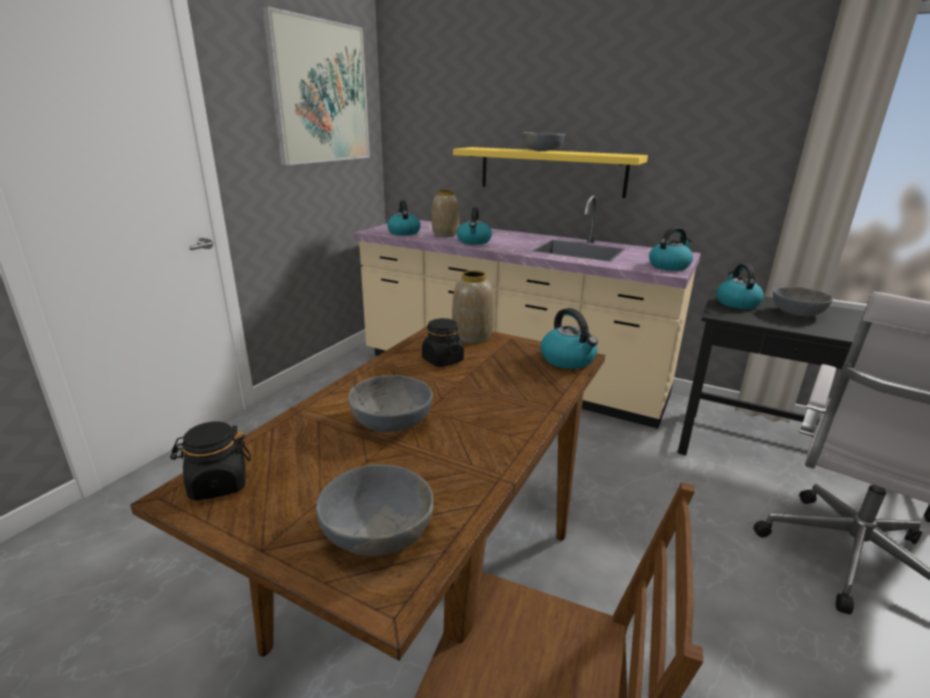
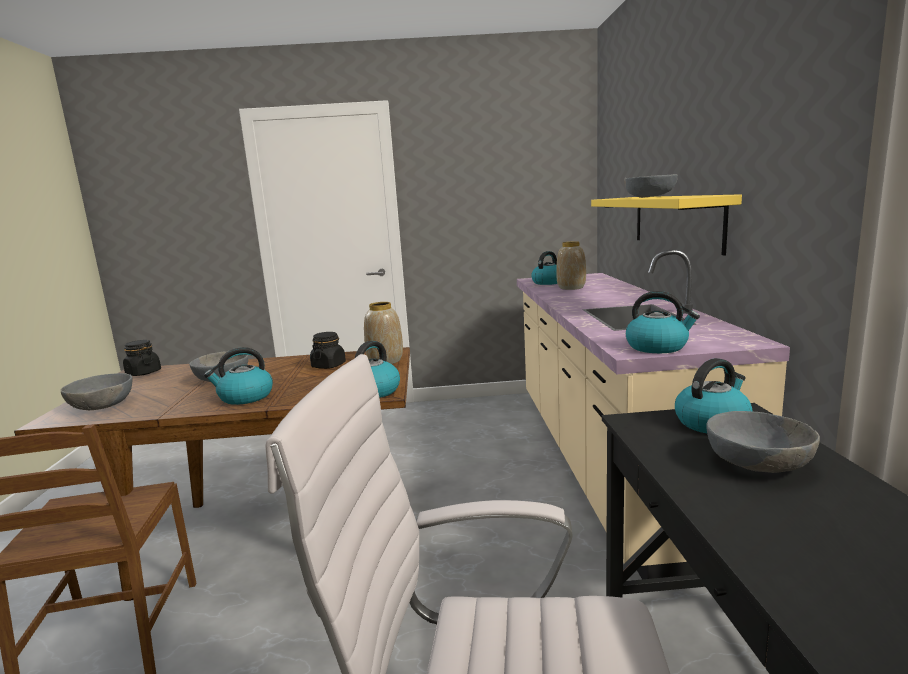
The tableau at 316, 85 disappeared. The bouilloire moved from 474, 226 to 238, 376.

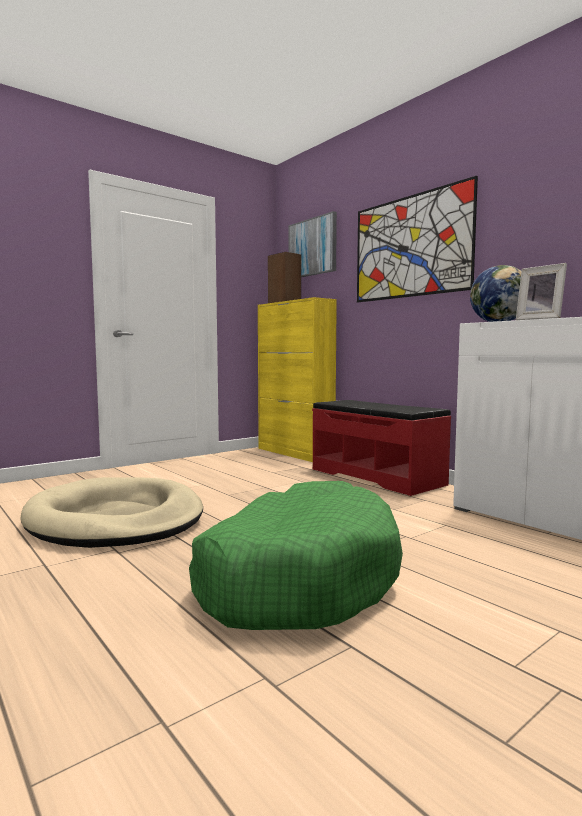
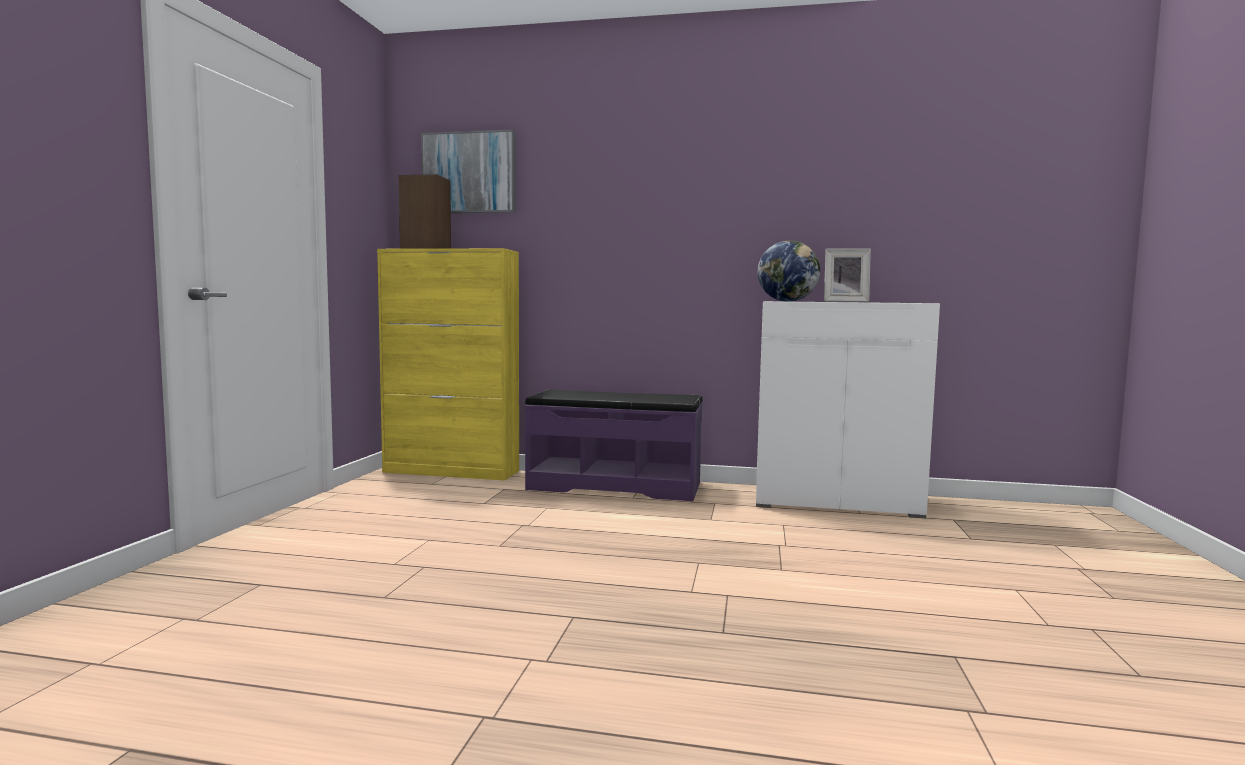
The panier pour chien/beige at 111, 512 disappeared. The panier pour chien/vert at 296, 555 disappeared. The banc/rouge at 381, 448 became the banc/violet at 613, 445. The tableau at 417, 239 disappeared.

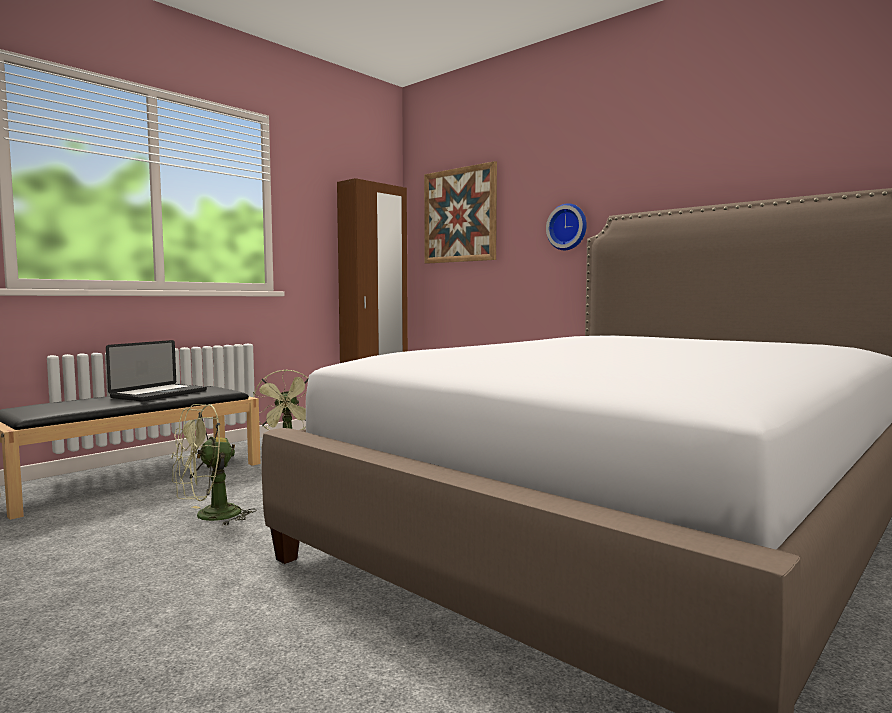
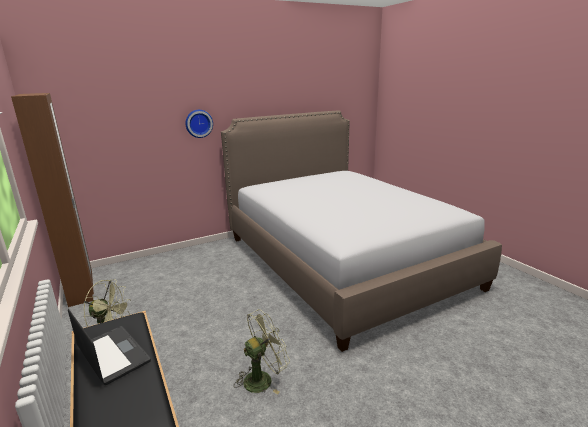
The ventilateur/vert at 214, 465 turned 105 degrees counterclockwise. The tableau at 460, 212 disappeared.

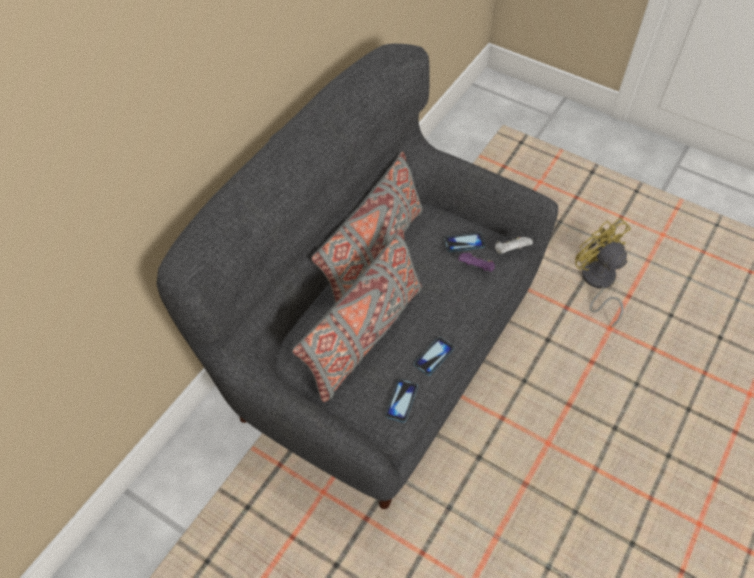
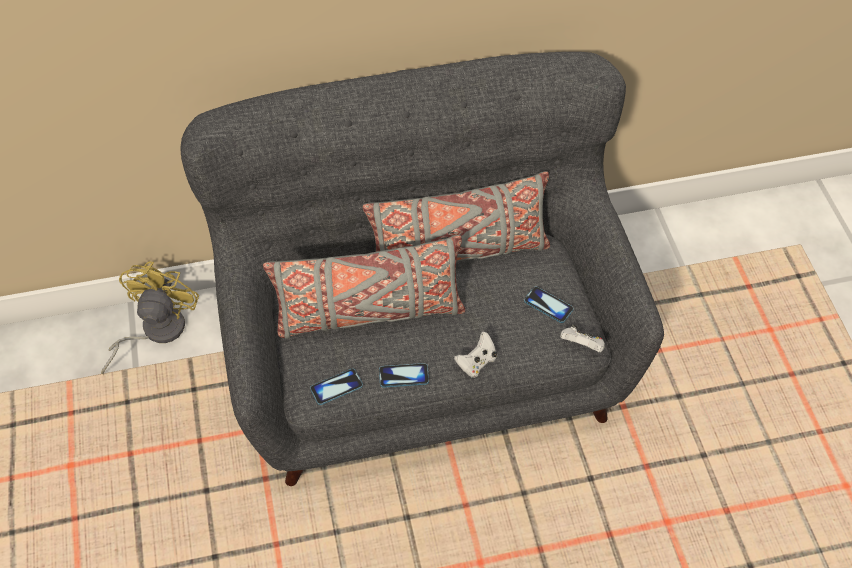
The manette/violet at 476, 261 disappeared. The ventilateur/jaune moved from 603, 273 to 150, 318. The manette/blanc at 475, 355 appeared.

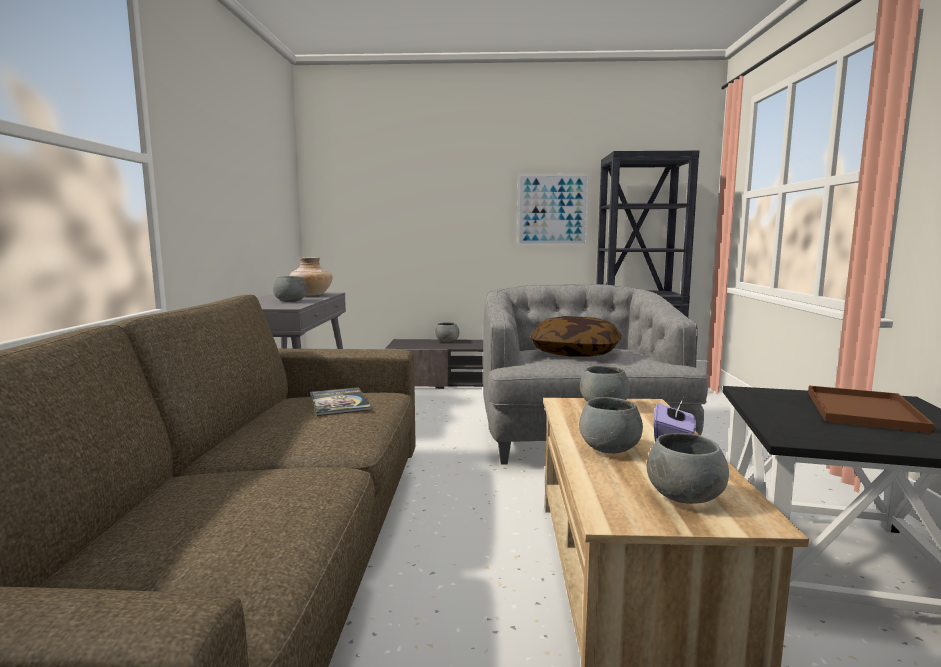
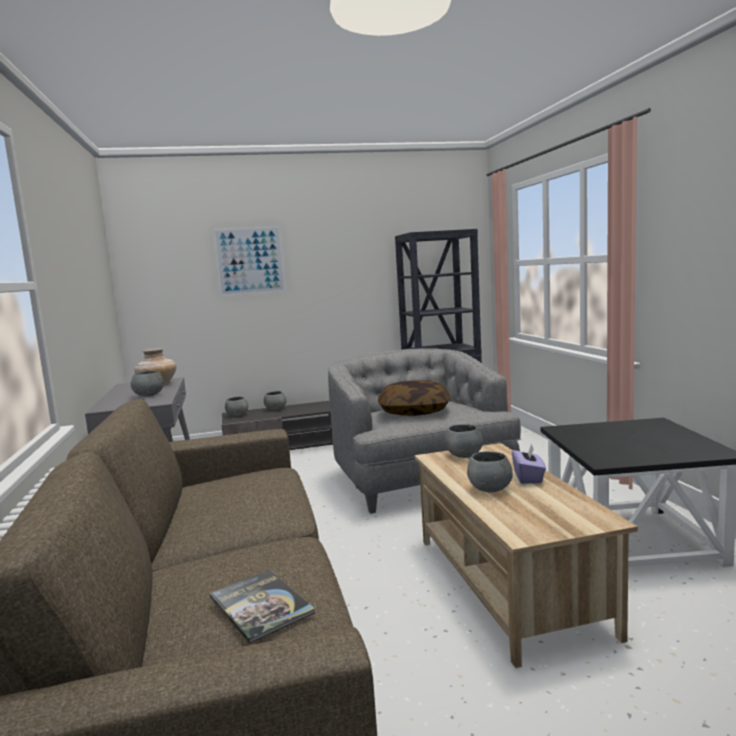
The livre moved from 340, 401 to 262, 606. The tableau moved from 553, 209 to 249, 261. The bol/gris moved from 688, 468 to 236, 406. The plateau/marron at 871, 409 disappeared.

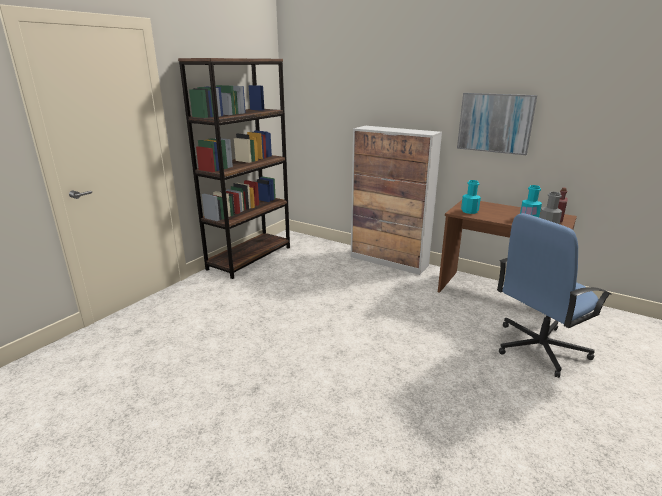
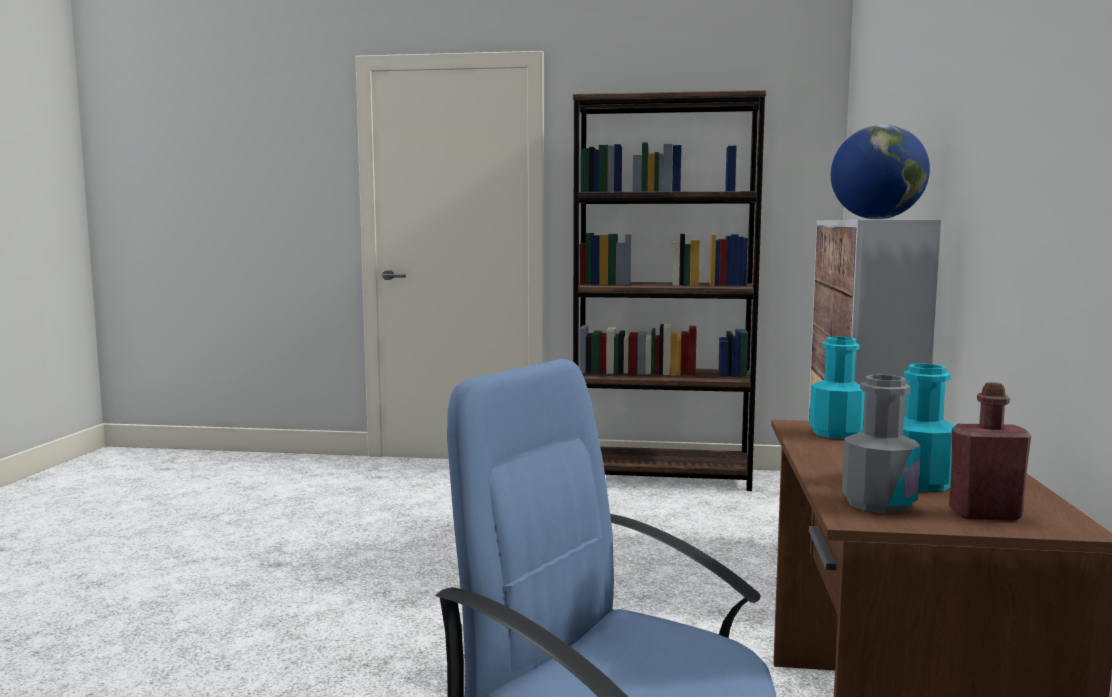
The tableau at 497, 124 disappeared. The globe at 880, 171 appeared.

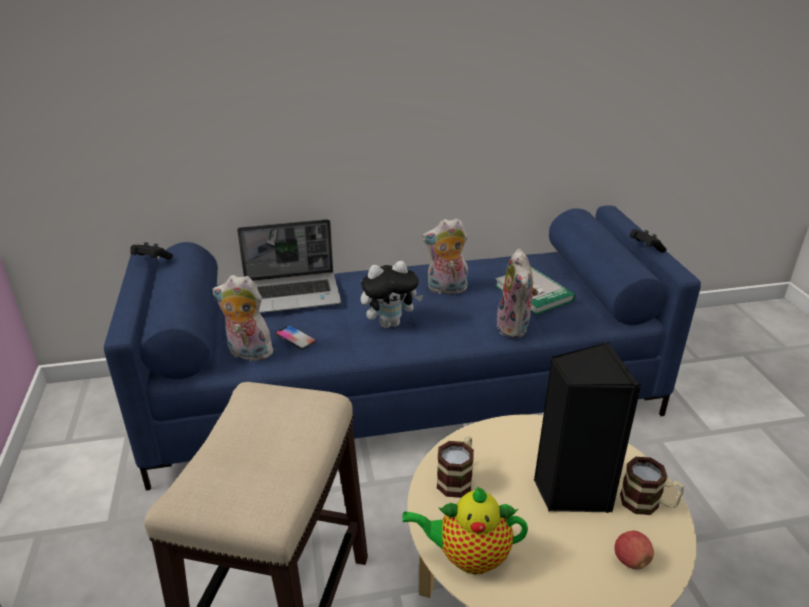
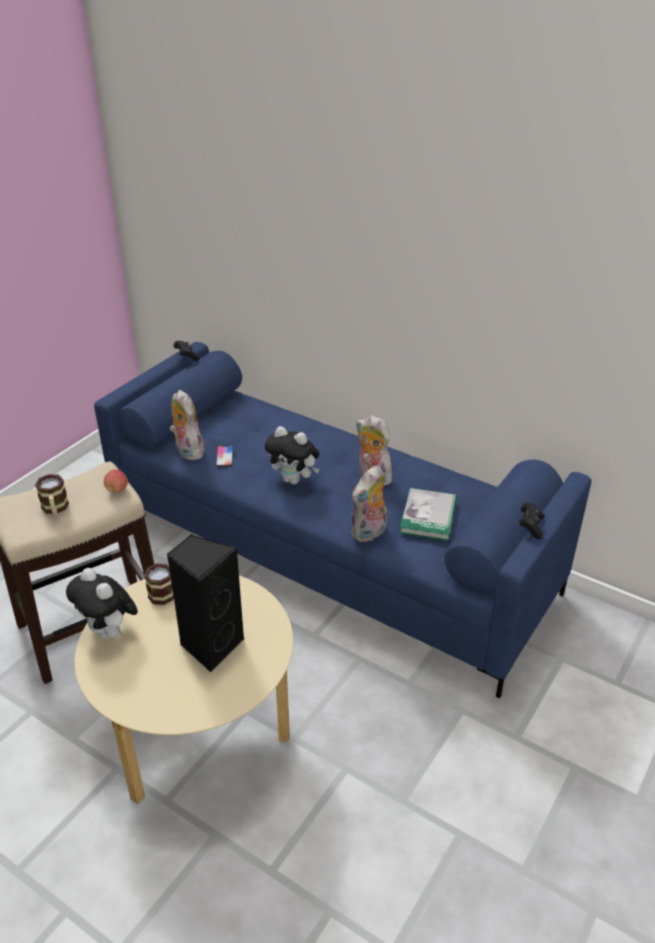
The ordinateur portable at 289, 266 disappeared. The théière at 465, 530 was replaced by the peluche at 102, 603. The pomme moved from 634, 550 to 116, 481. The mug moved from 652, 486 to 52, 494.

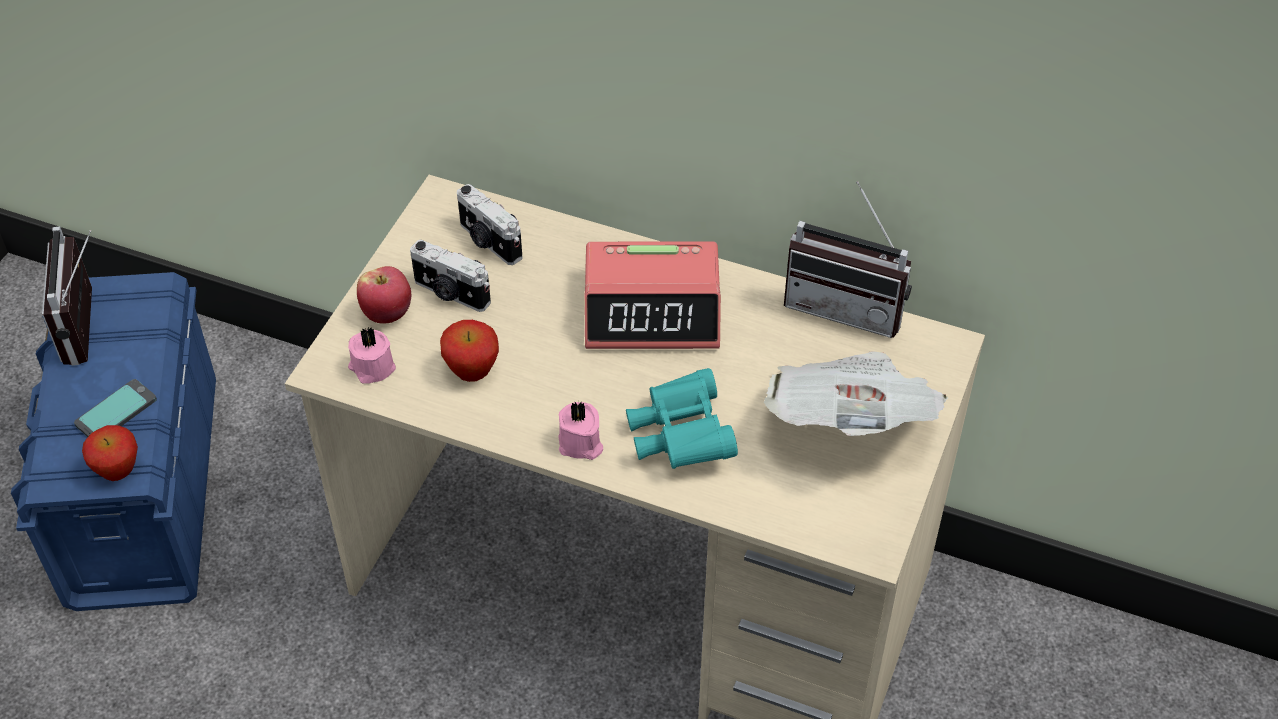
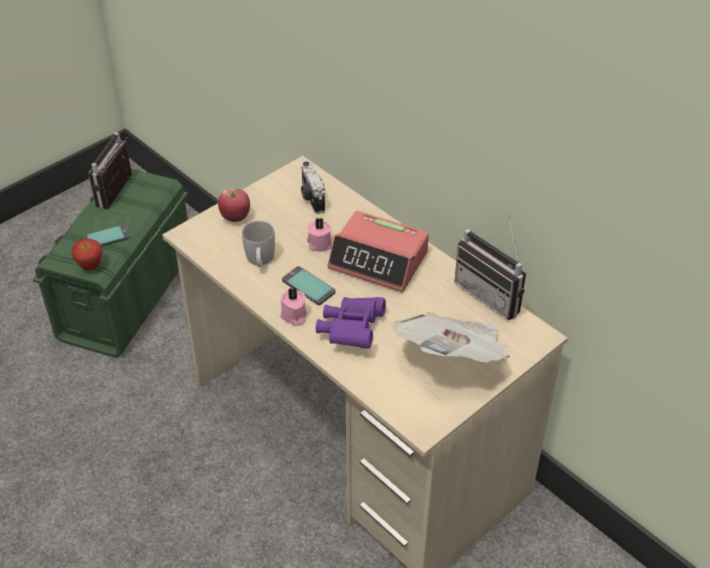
The boîte de rangement/bleu at 113, 441 became the boîte de rangement/vert at 110, 263. The bougie/rose moved from 372, 355 to 319, 234. The appareil photo at 450, 276 disappeared. The pomme at 469, 351 was replaced by the mug/blanc at 258, 244. The jumelles/turquoise at 682, 418 became the jumelles/violet at 351, 323. The téléphone at 309, 285 appeared.

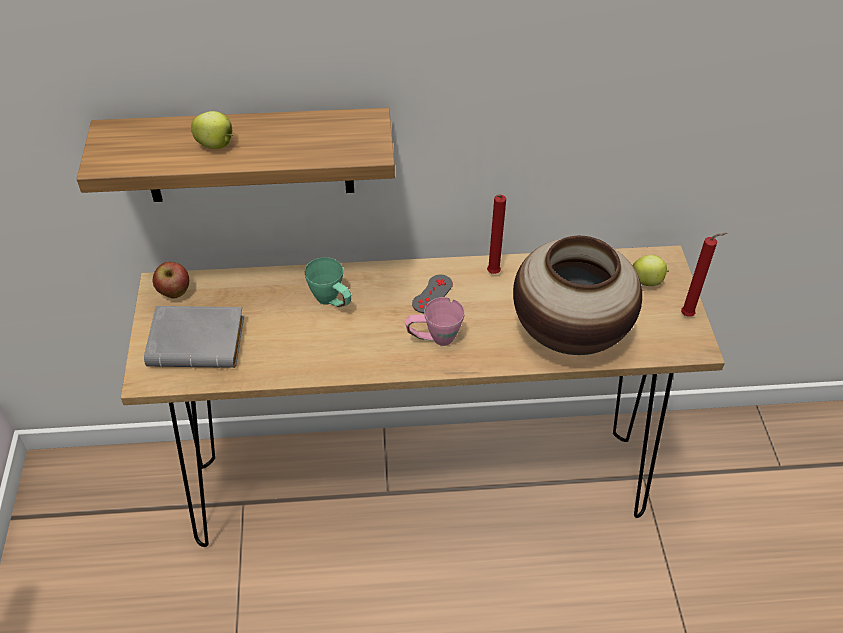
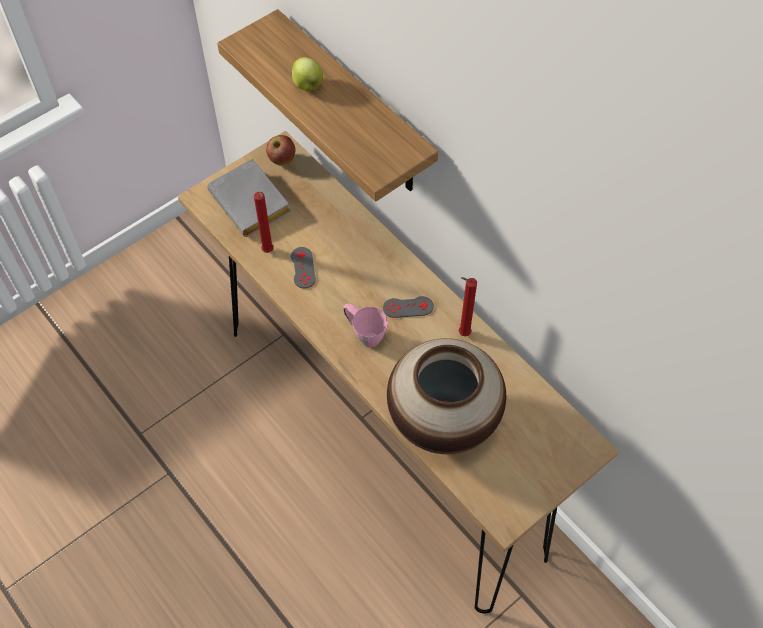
The mug/vert at 328, 282 disappeared. The pomme at 651, 270 disappeared. The bougie/rouge moved from 704, 275 to 264, 222. The manette/gris at 303, 268 appeared.

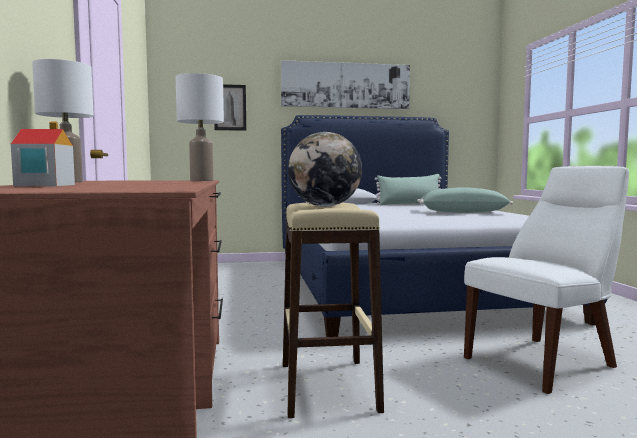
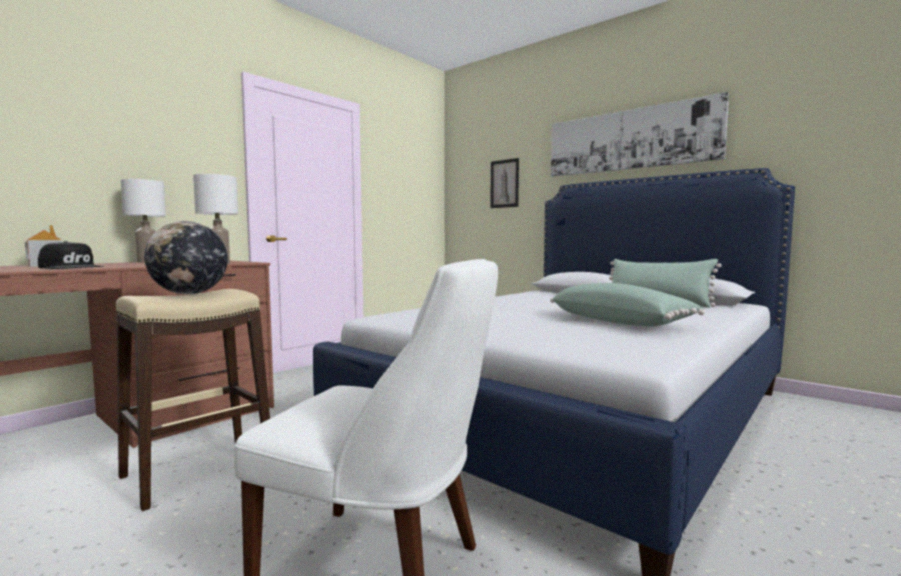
The casquette/noir at 71, 255 appeared.

